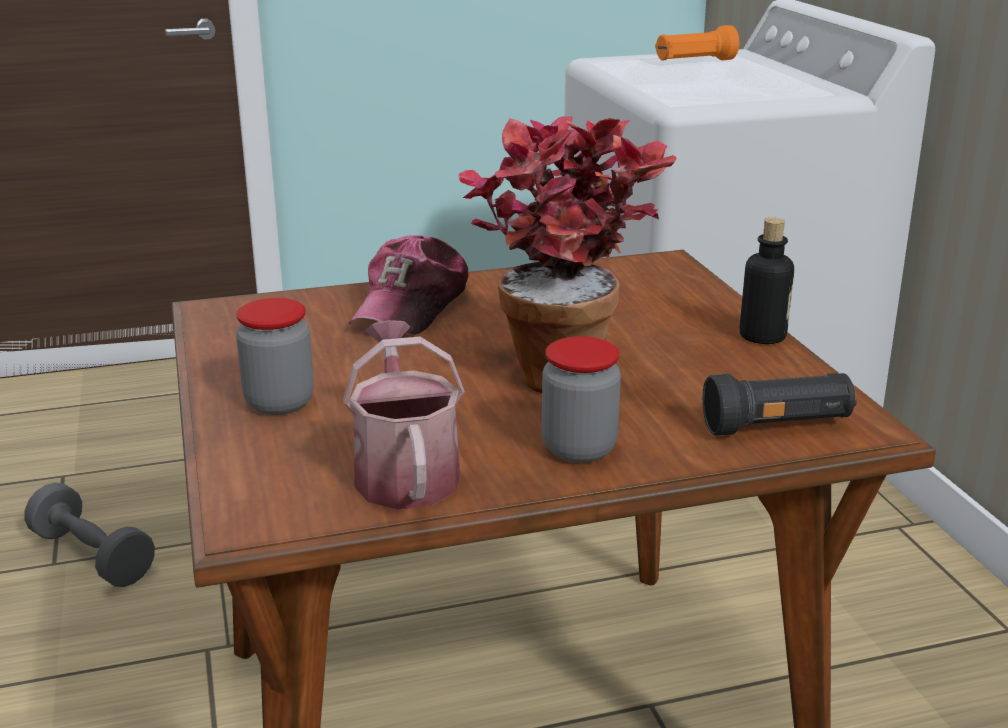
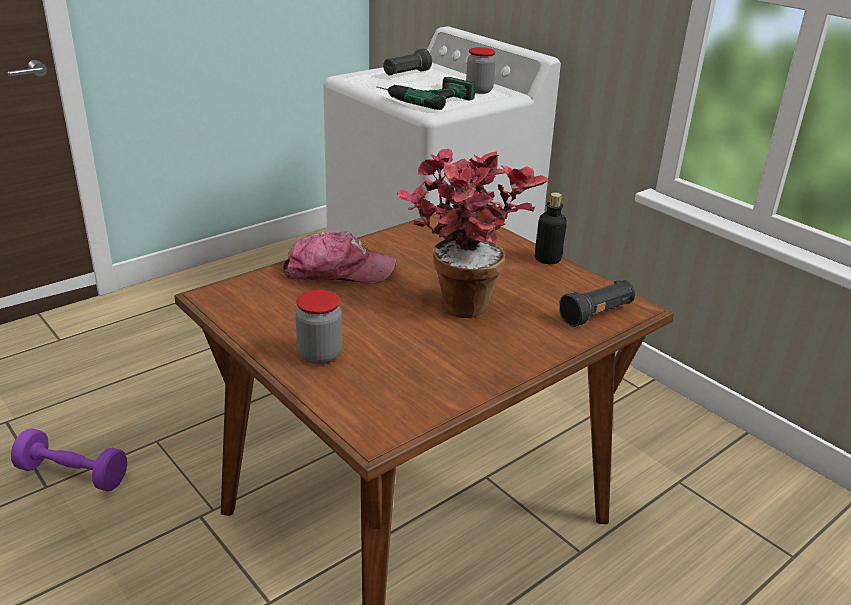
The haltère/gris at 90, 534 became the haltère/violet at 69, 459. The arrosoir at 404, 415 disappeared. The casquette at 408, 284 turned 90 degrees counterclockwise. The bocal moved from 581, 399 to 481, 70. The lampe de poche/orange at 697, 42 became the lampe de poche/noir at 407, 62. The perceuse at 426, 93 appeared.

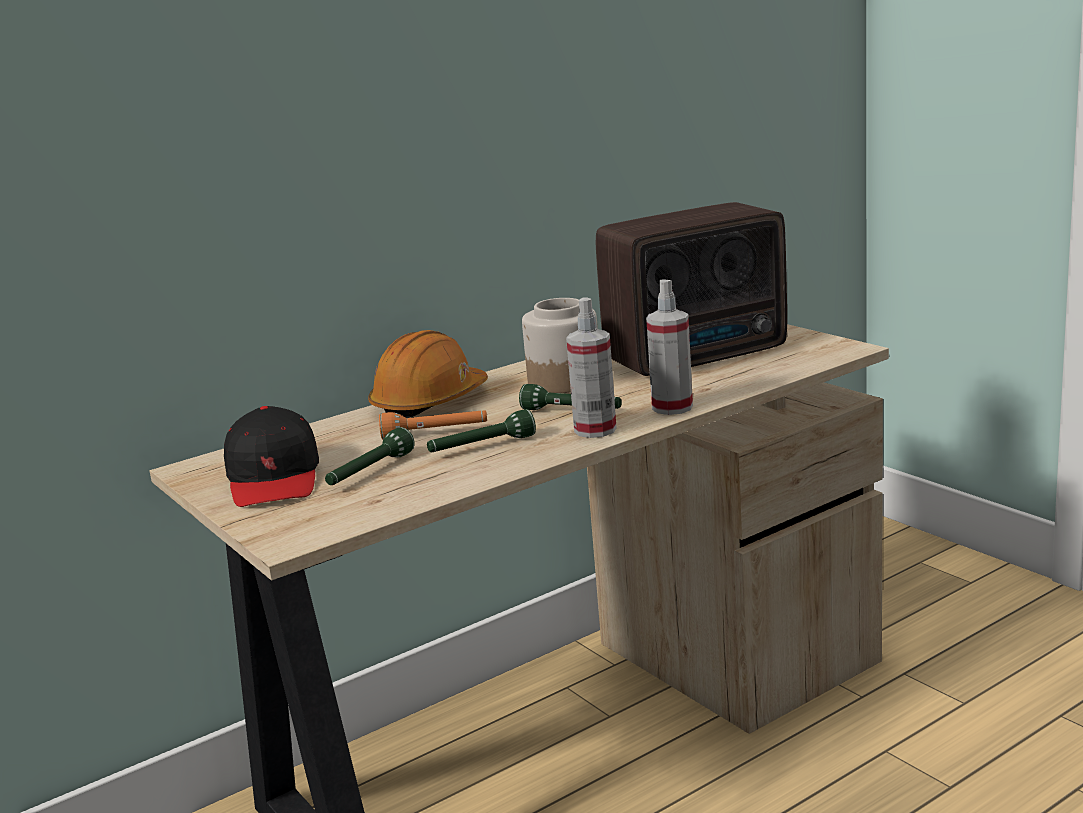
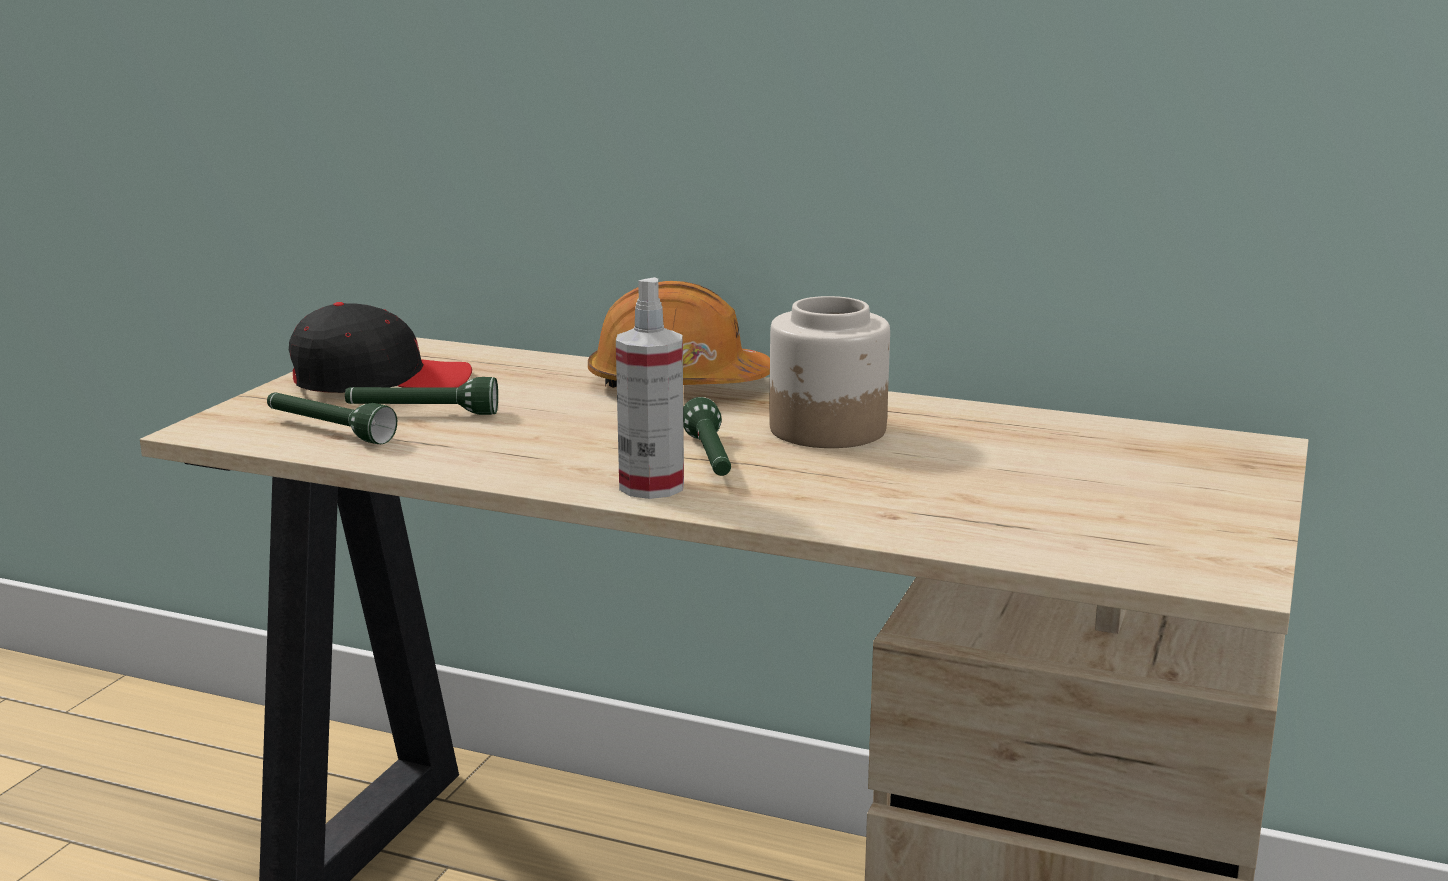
The casquette/noir at 271, 456 turned 150 degrees counterclockwise. The lampe de poche/orange at 433, 425 disappeared. The lampe de poche/vert moved from 481, 430 to 332, 418. The radio at 691, 289 disappeared. The vaporisateur at 669, 347 disappeared.

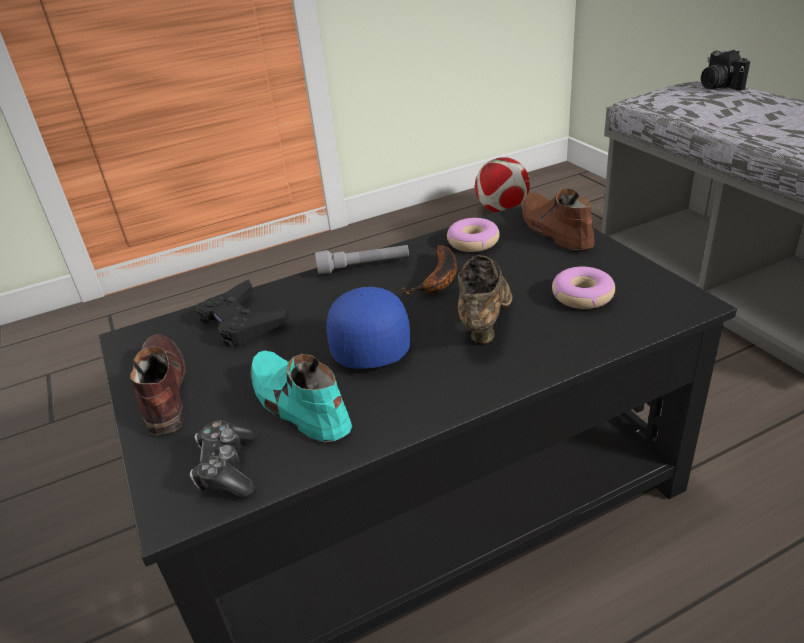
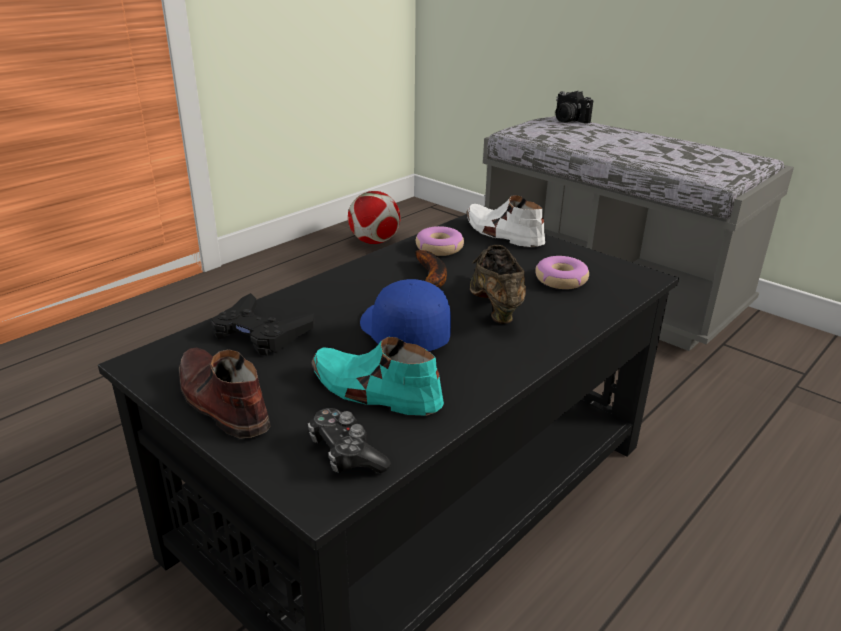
The lampe de poche/gris at 362, 259 disappeared. The chaussure/marron at 558, 219 became the chaussure/blanc at 505, 221.

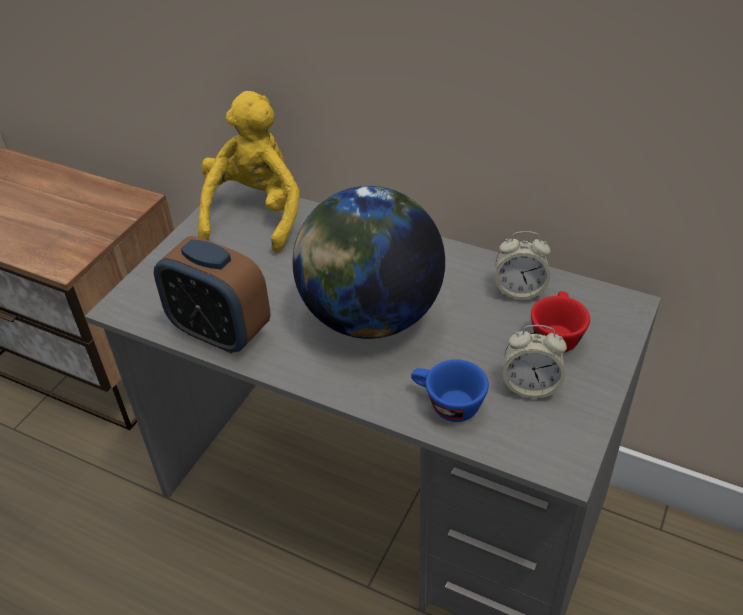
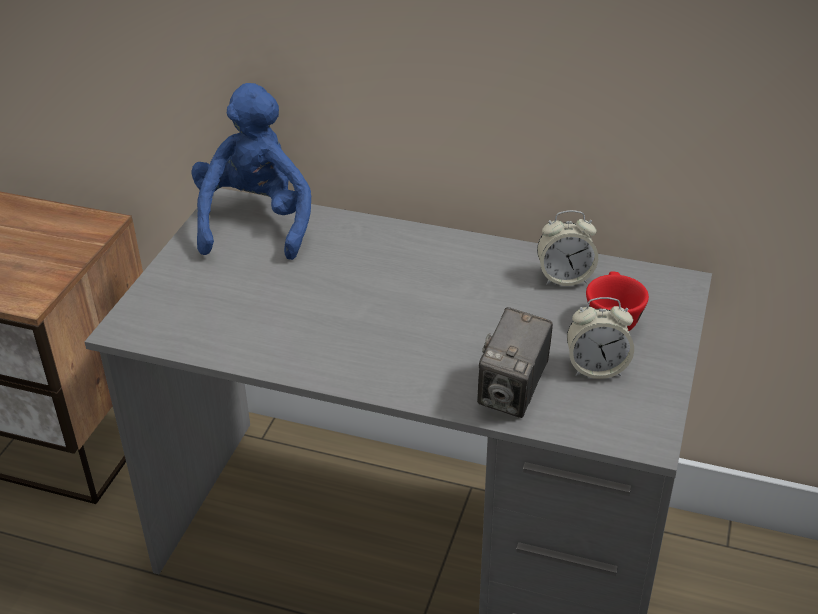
The réveil at 212, 295 disappeared. The peluche/jaune at 249, 172 became the peluche/bleu at 251, 171. The globe at 368, 262 disappeared. The tasse/bleu at 450, 390 was replaced by the appareil photo at 515, 362.

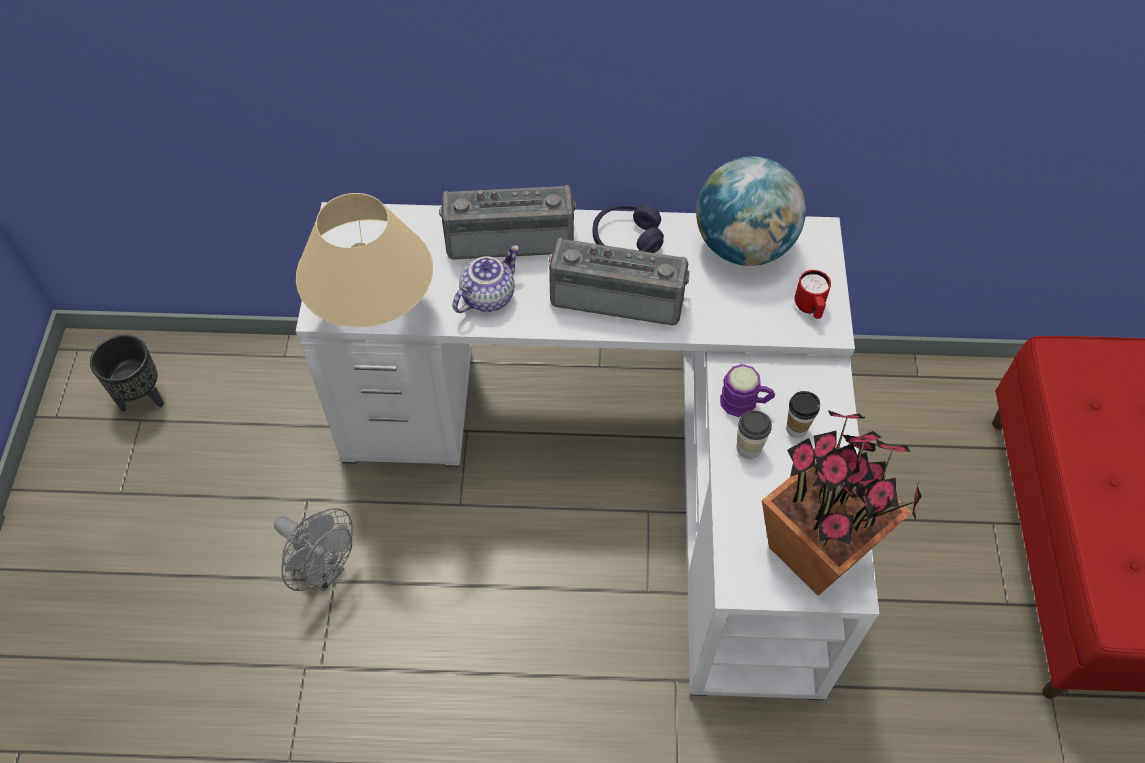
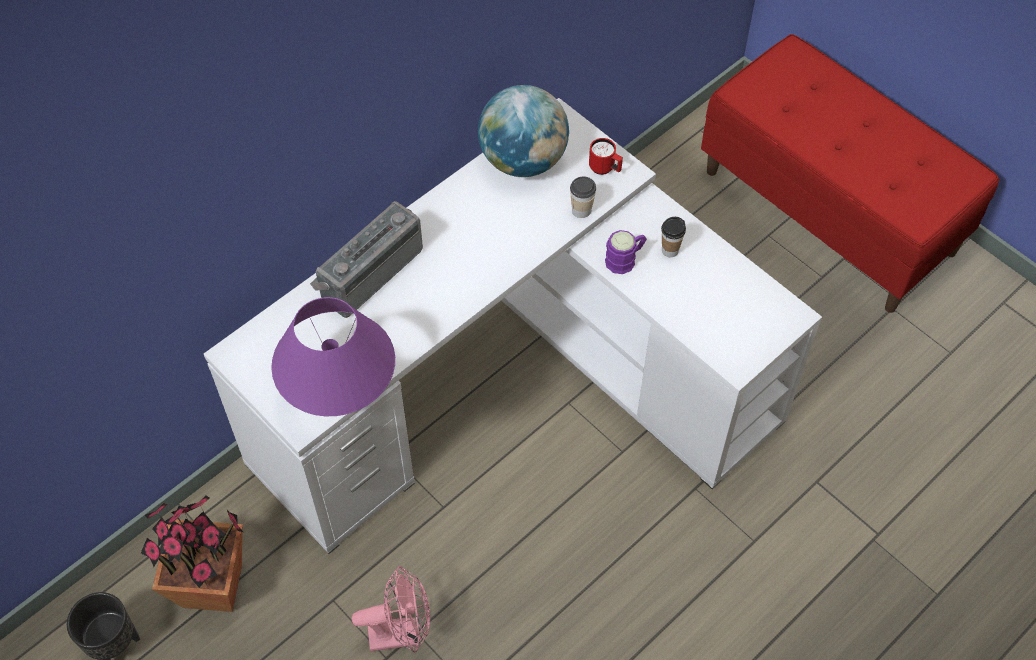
The ventilateur/gris at 313, 550 became the ventilateur/rose at 391, 609. The lampe de table/beige at 364, 260 became the lampe de table/violet at 333, 356. The théière at 486, 279 disappeared. The radio at 619, 281 disappeared. The casque audio/violet at 628, 228 disappeared. The tasse moved from 754, 435 to 583, 197. The plante en pot moved from 842, 503 to 192, 553.

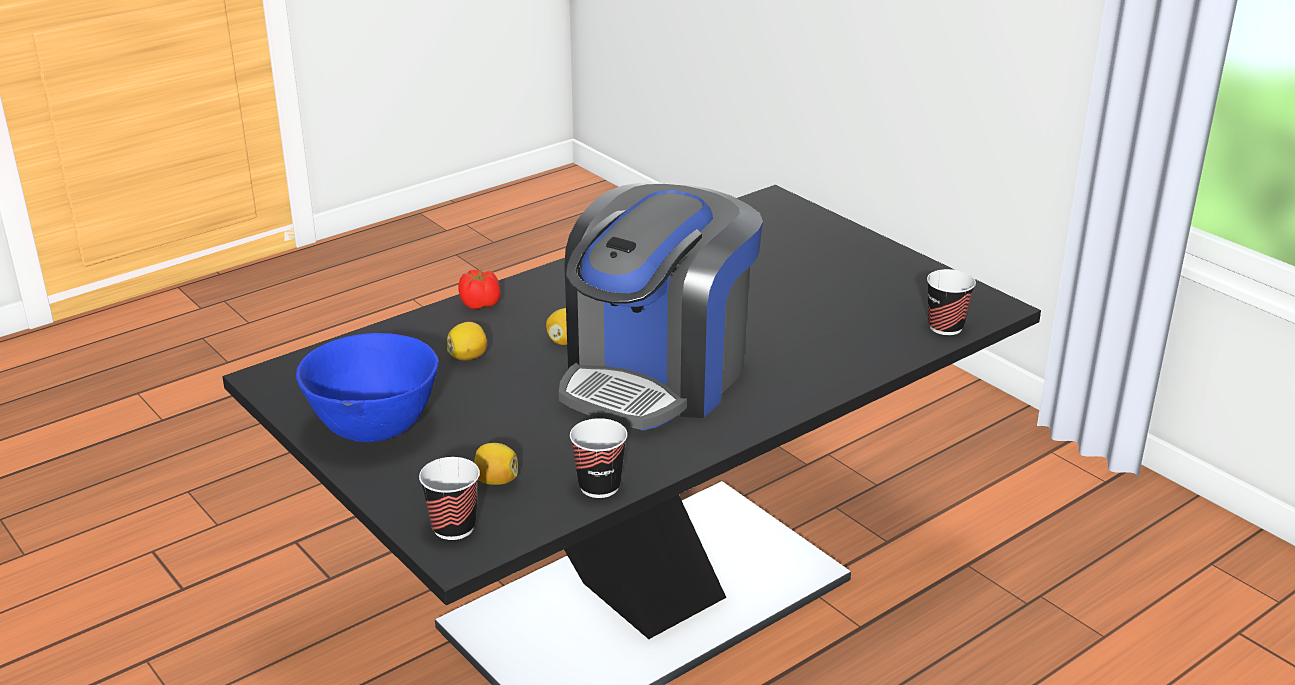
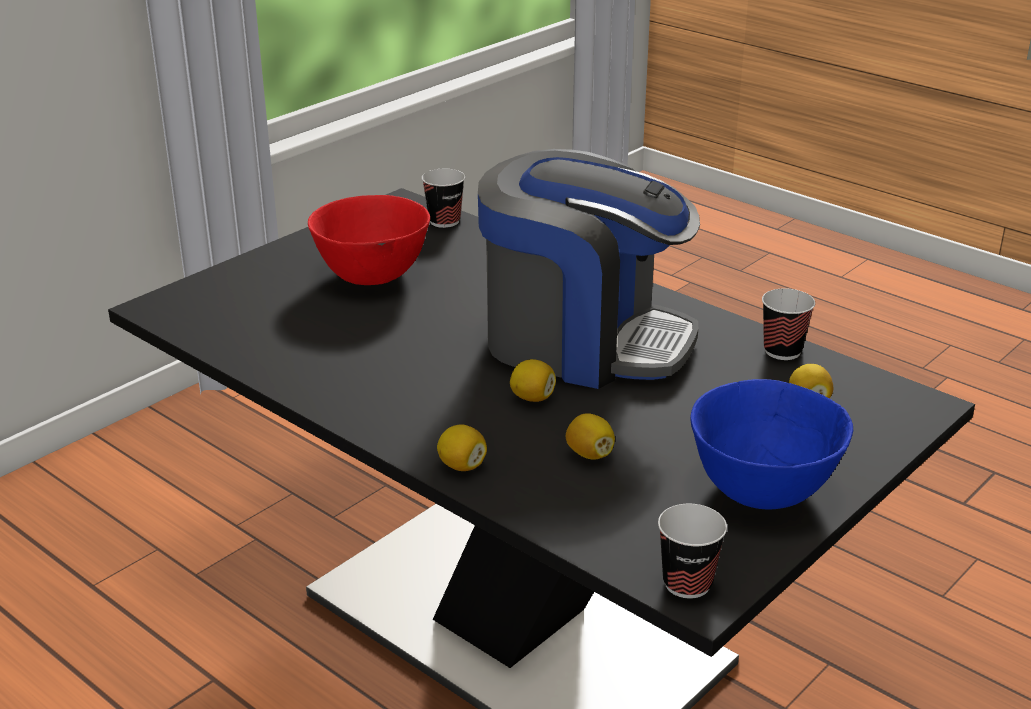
The tasse moved from 449, 498 to 692, 551. The tomate at 479, 289 was replaced by the citron at 462, 448. The bol/rouge at 369, 240 appeared.

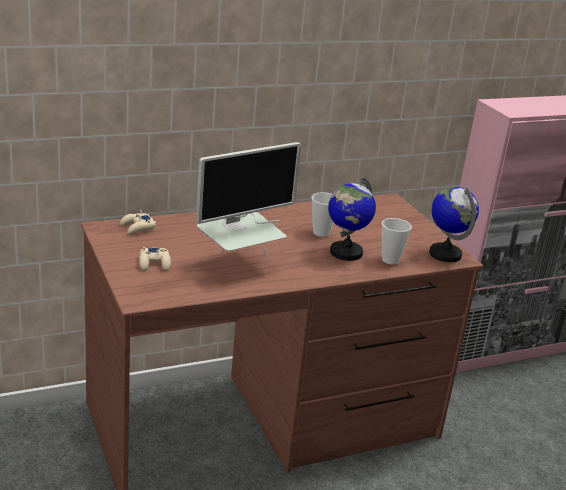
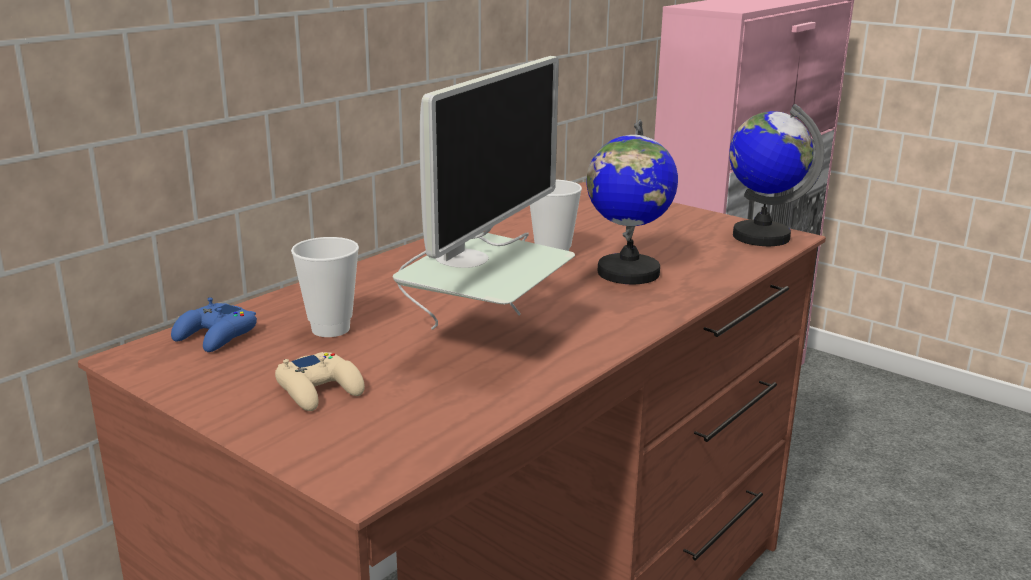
The manette/beige at 138, 222 became the manette/bleu at 214, 324. The tasse moved from 397, 241 to 325, 287.

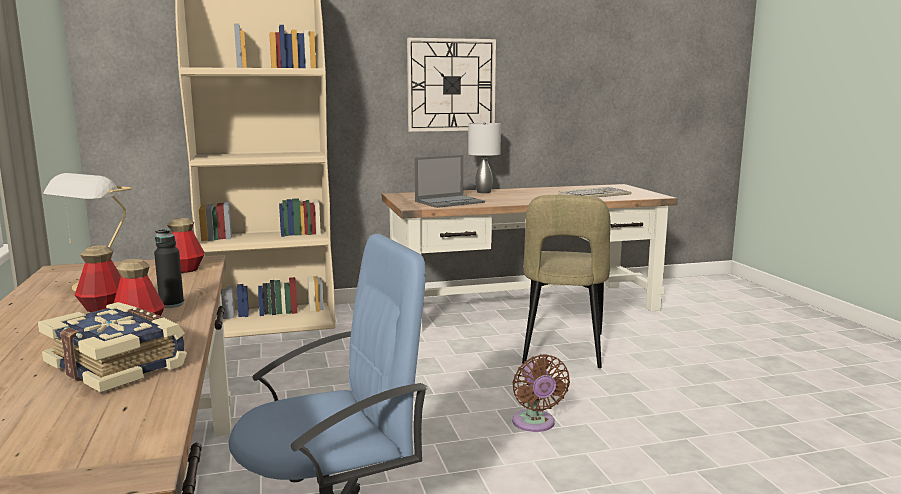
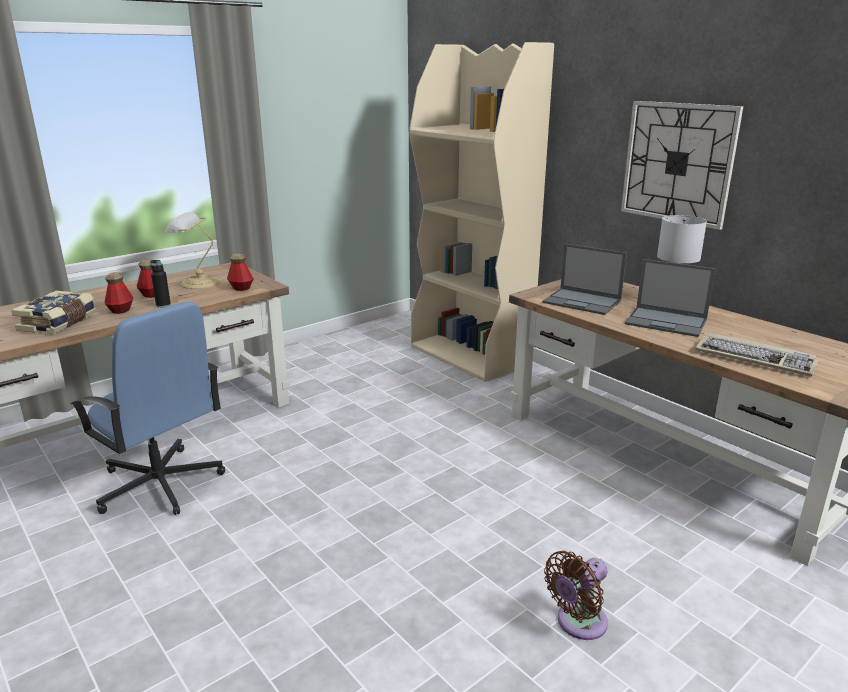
The ventilateur/marron moved from 541, 393 to 576, 595. The chaise/beige at 566, 281 disappeared. The ordinateur portable at 670, 298 appeared.

